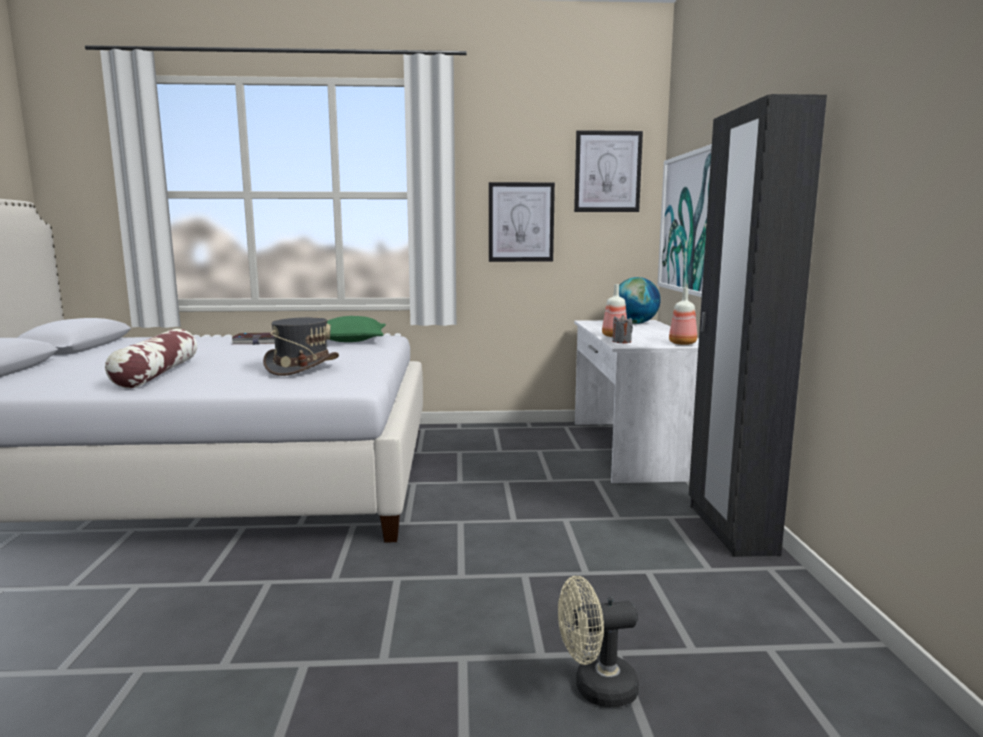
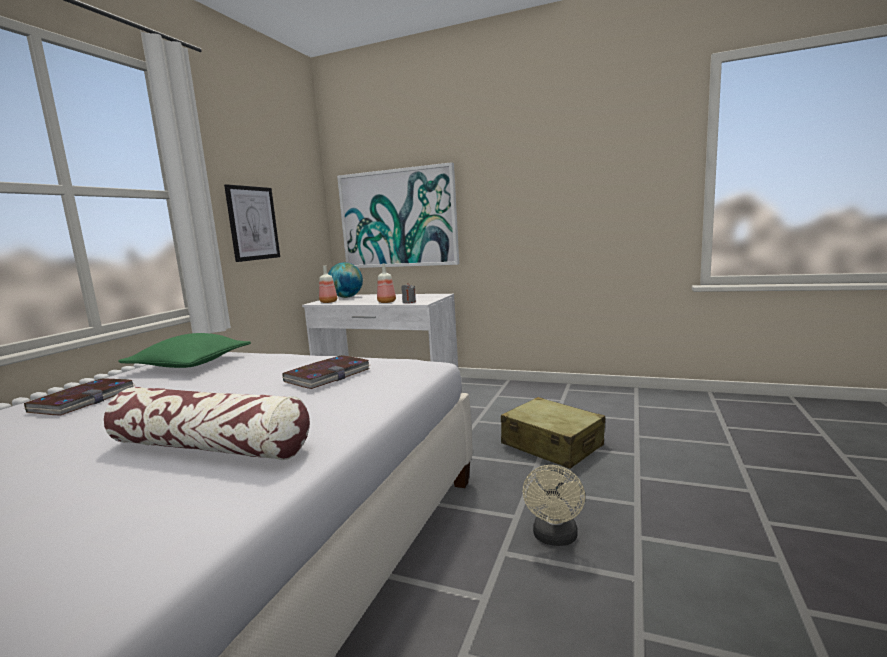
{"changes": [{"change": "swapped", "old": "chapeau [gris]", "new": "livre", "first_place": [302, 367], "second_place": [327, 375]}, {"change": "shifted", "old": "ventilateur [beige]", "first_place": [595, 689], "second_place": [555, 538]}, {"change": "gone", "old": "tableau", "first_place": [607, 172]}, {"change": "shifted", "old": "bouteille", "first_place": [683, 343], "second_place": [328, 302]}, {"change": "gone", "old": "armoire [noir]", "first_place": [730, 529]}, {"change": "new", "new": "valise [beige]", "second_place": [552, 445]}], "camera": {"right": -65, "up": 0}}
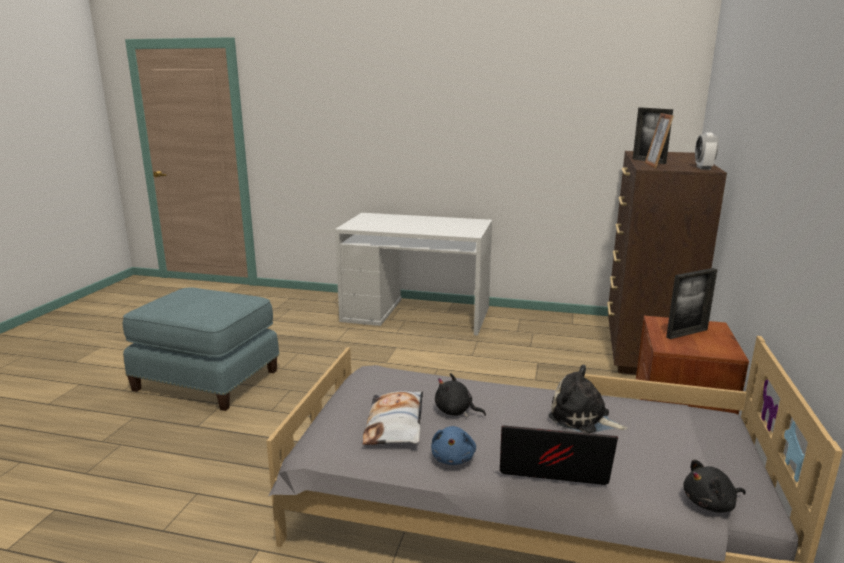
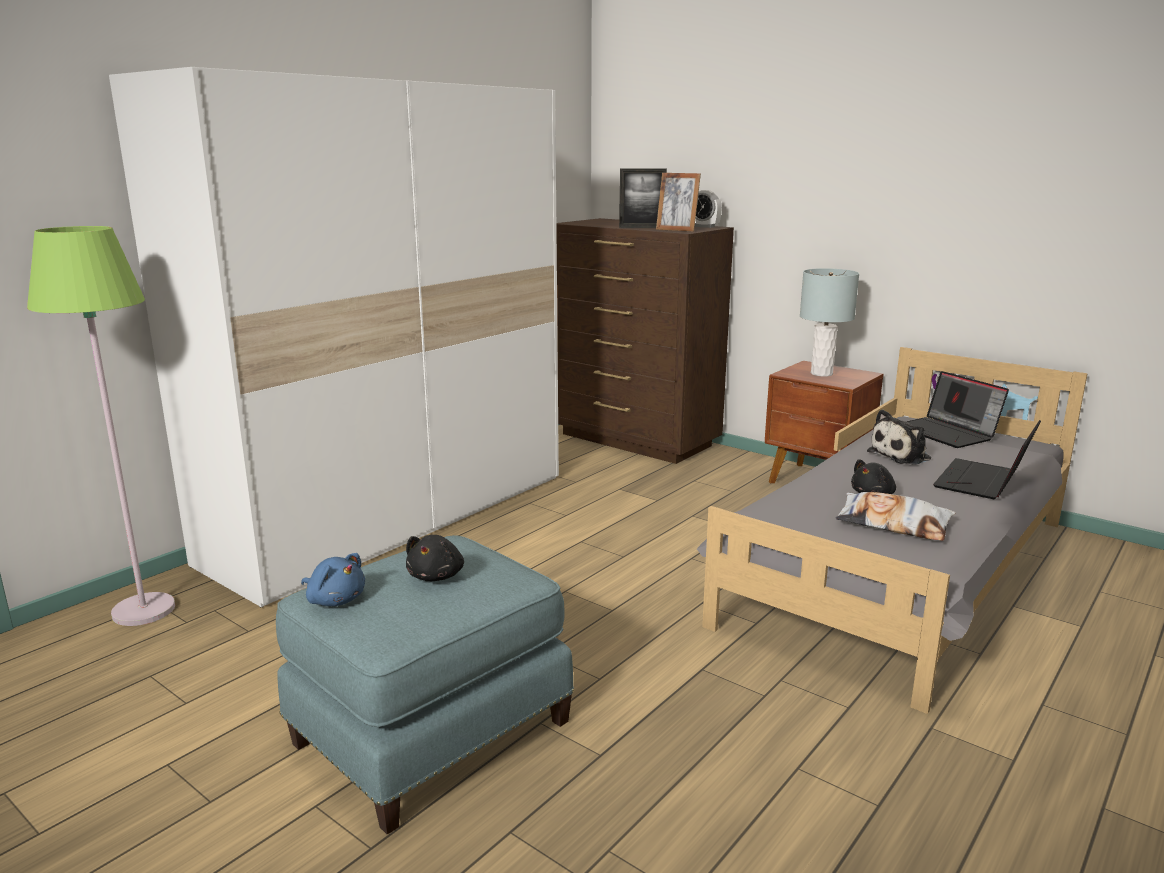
{"changes": [{"change": "swapped", "old": "bureau [blanc]", "new": "armoire [blanc]", "first_place": [416, 314], "second_place": [395, 517]}, {"change": "shifted", "old": "peluche [bleu]", "first_place": [453, 458], "second_place": [335, 600]}, {"change": "swapped", "old": "cadre photo", "new": "lampe de table [gris]", "first_place": [687, 333], "second_place": [821, 373]}, {"change": "shifted", "old": "peluche [noir]", "first_place": [710, 504], "second_place": [437, 576]}, {"change": "new", "new": "lampadaire [vert]", "second_place": [144, 610]}, {"change": "new", "new": "ordinateur portable", "second_place": [947, 433]}], "camera": {"right": -65, "up": 0}}
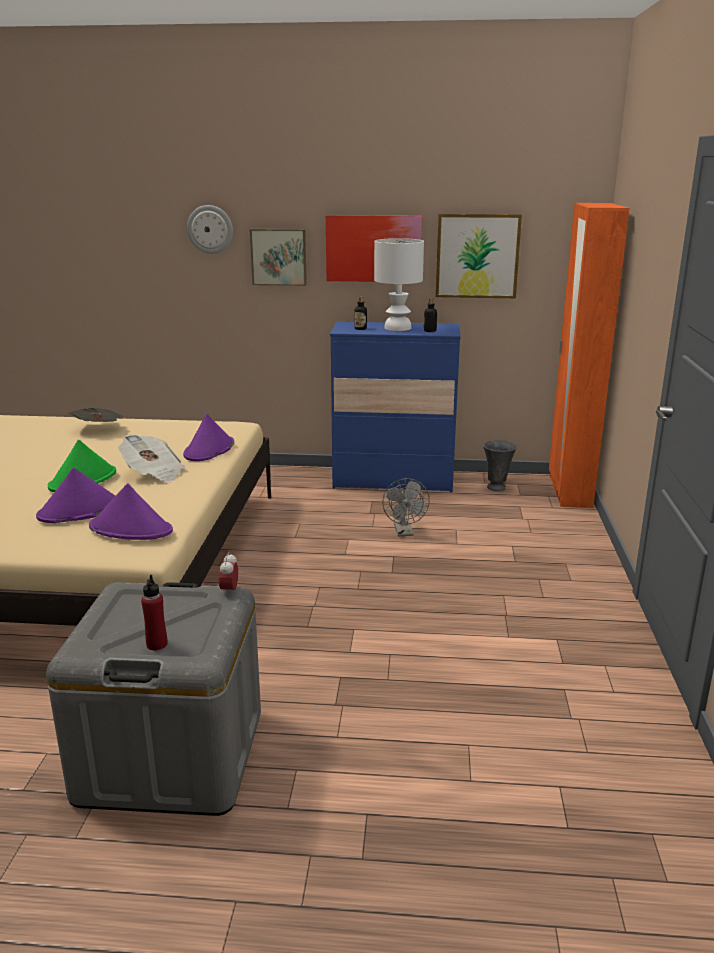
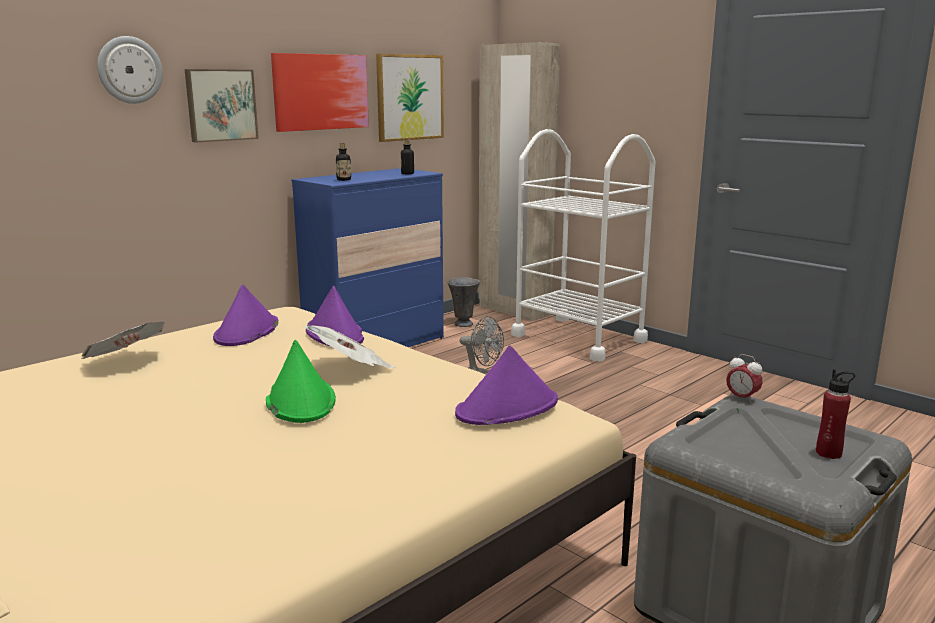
{"changes": [{"change": "shifted", "old": "chapeau [violet]", "first_place": [80, 511], "second_place": [246, 332]}, {"change": "gone", "old": "lampe de table [blanc]", "first_place": [397, 328]}, {"change": "repainted", "old": "armoire [orange]", "new": "armoire [beige]", "first_place": [569, 491], "second_place": [513, 311]}, {"change": "new", "new": "chariot [blanc]", "second_place": [578, 338]}], "camera": {"right": -50, "up": -5}}
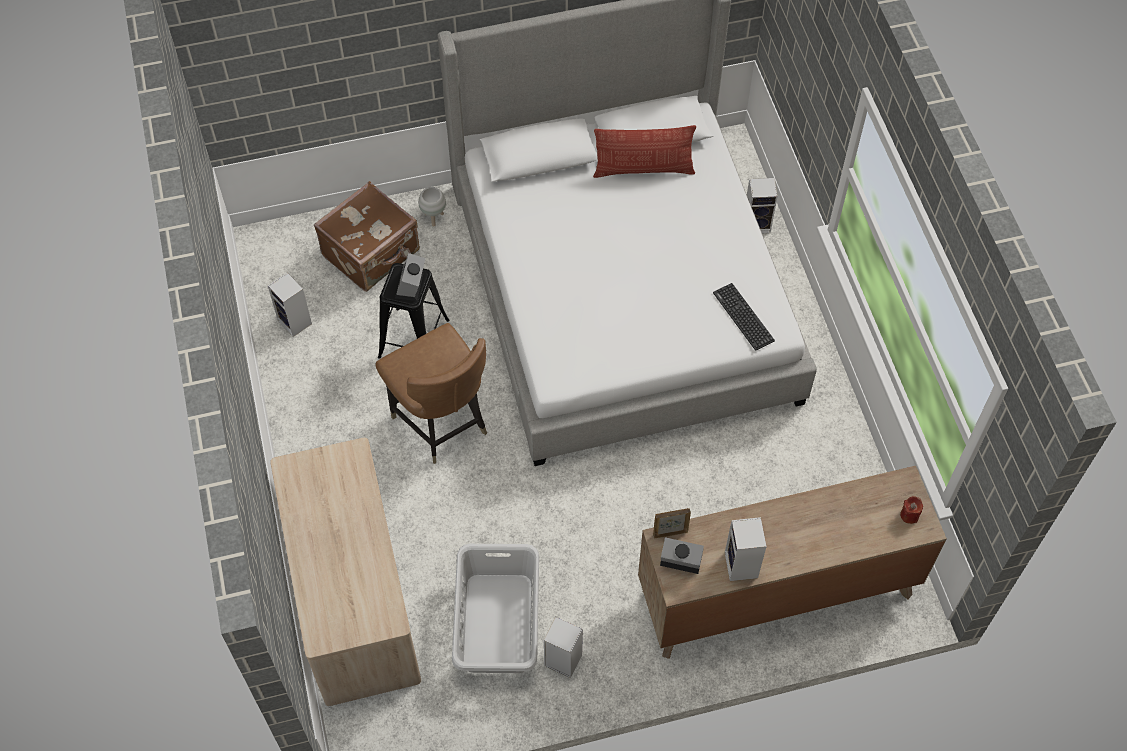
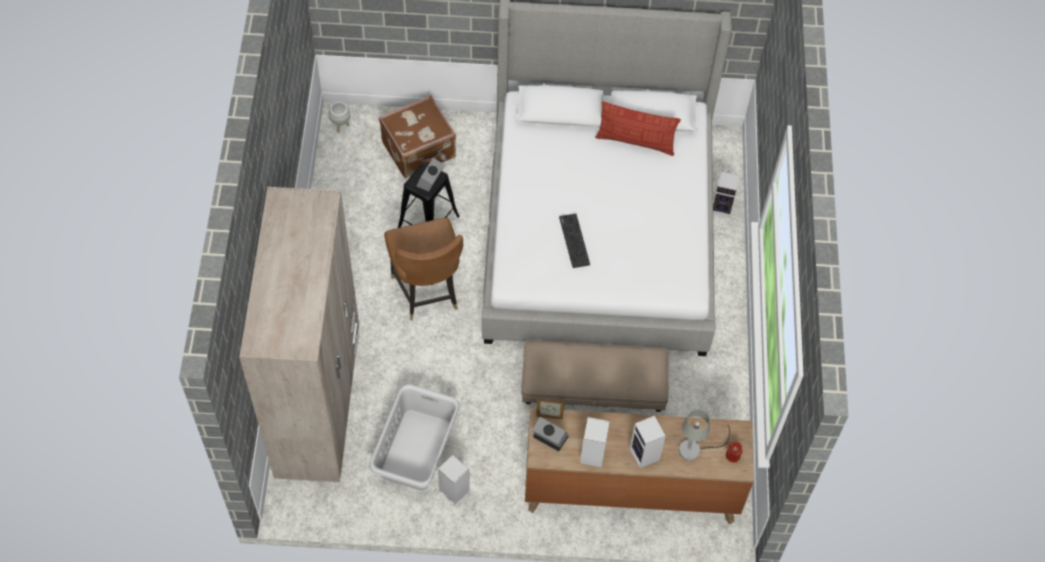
{"changes": [{"change": "shifted", "old": "enceinte", "first_place": [296, 322], "second_place": [645, 455]}, {"change": "swapped", "old": "bureau [beige]", "new": "armoire [beige]", "first_place": [353, 598], "second_place": [318, 400]}, {"change": "shifted", "old": "cache-pot [blanc]", "first_place": [434, 217], "second_place": [341, 126]}, {"change": "shifted", "old": "clavier", "first_place": [743, 317], "second_place": [574, 241]}, {"change": "new", "new": "pouf [beige]", "second_place": [593, 385]}, {"change": "new", "new": "lampe de table [gris]", "second_place": [695, 448]}], "camera": {"right": 15, "up": 0}}
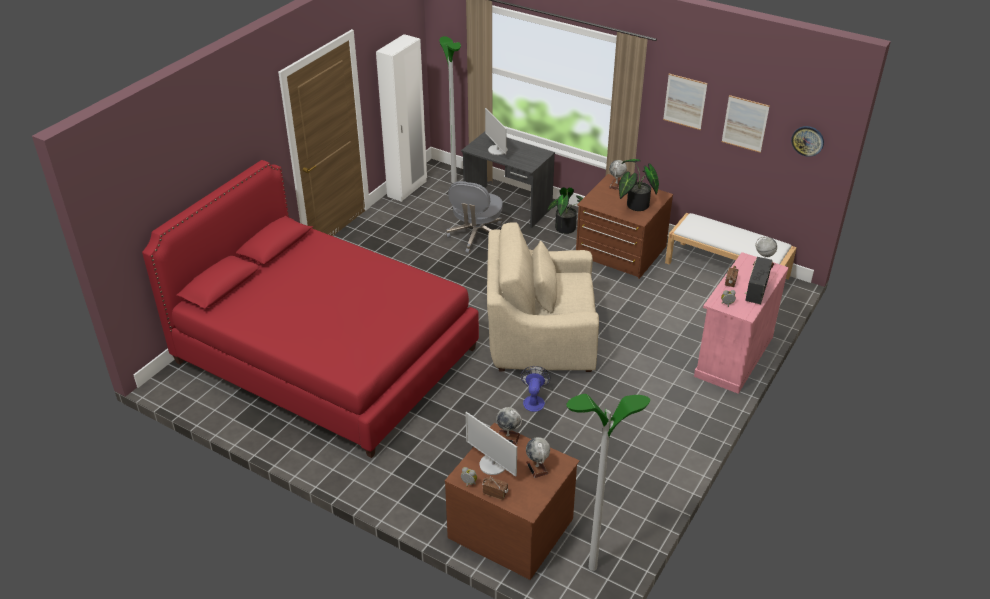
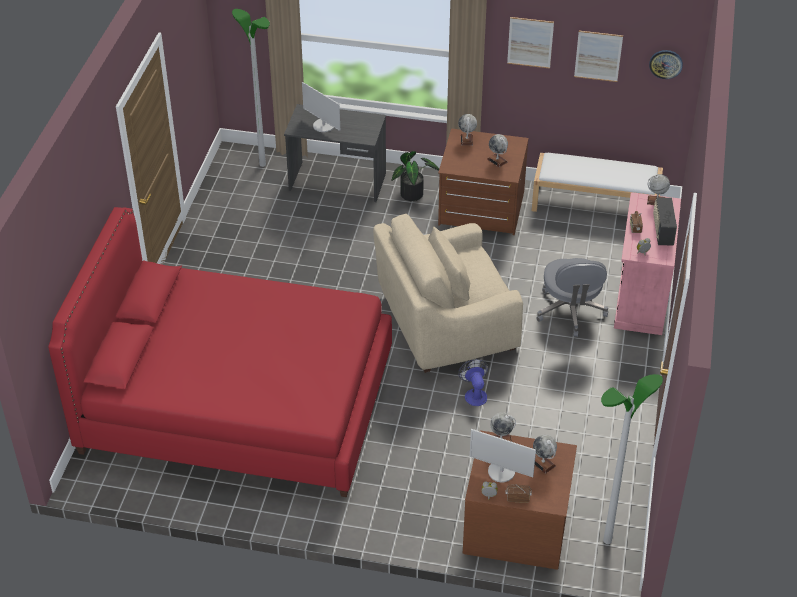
{"changes": [{"change": "gone", "old": "armoire [blanc]", "first_place": [407, 189]}, {"change": "shifted", "old": "chaise de bureau [gris]", "first_place": [476, 236], "second_place": [570, 311]}, {"change": "swapped", "old": "plante en pot", "new": "globe", "first_place": [635, 205], "second_place": [497, 160]}], "camera": {"right": -20, "up": 5}}
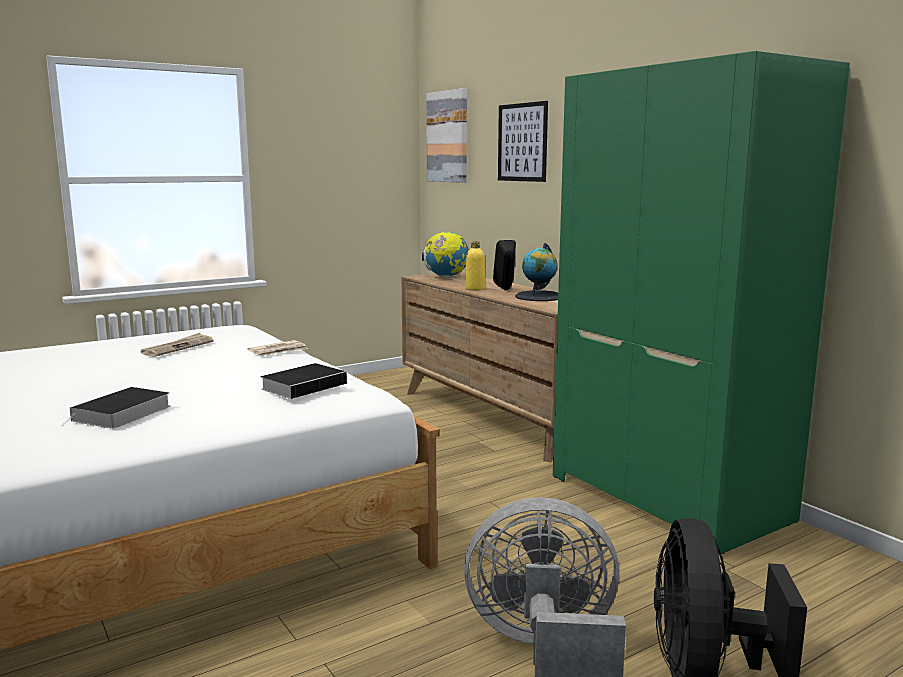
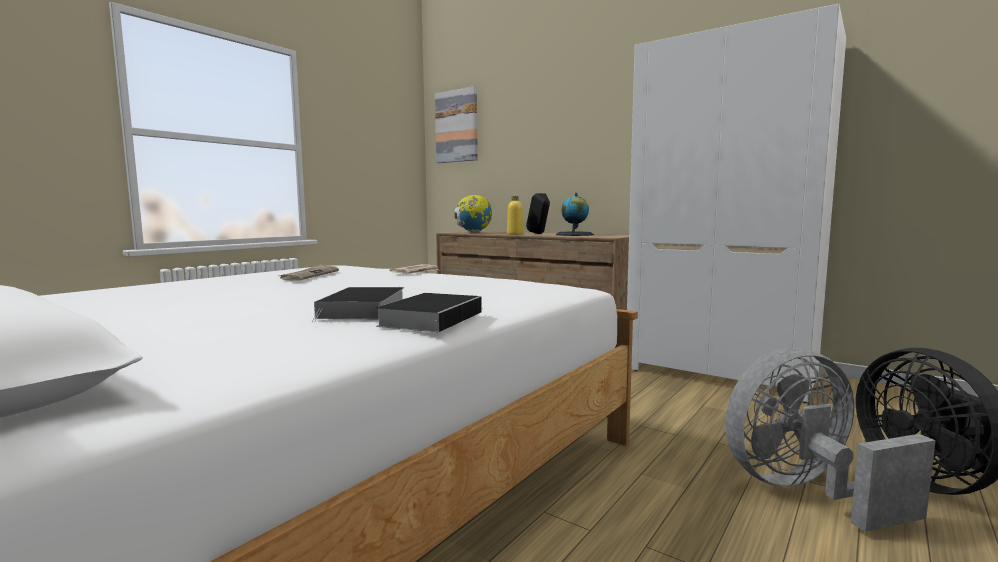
{"changes": [{"change": "shifted", "old": "livre", "first_place": [305, 385], "second_place": [432, 318]}, {"change": "gone", "old": "tableau", "first_place": [522, 142]}, {"change": "repainted", "old": "armoire [vert]", "new": "armoire [blanc]", "first_place": [670, 498], "second_place": [722, 371]}], "camera": {"right": -20, "up": -5}}
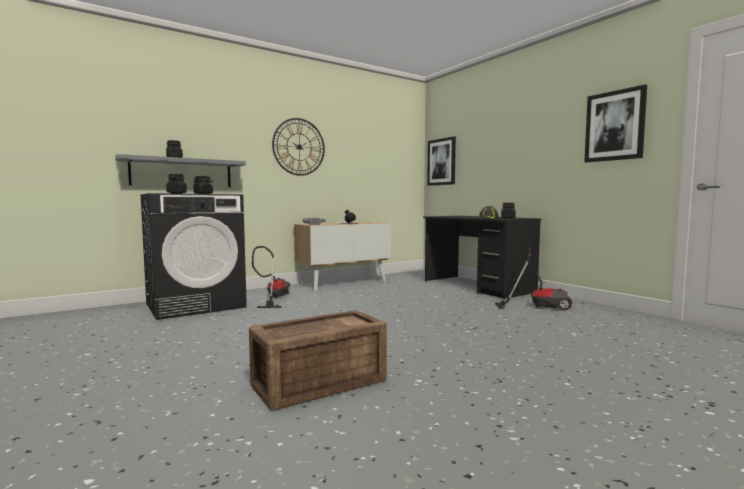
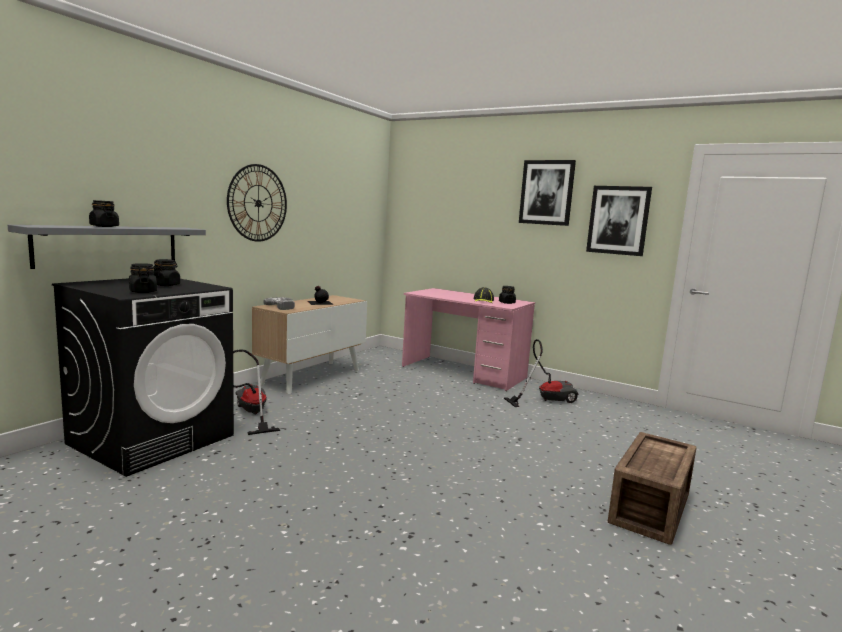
{"changes": [{"change": "shifted", "old": "caisse", "first_place": [317, 383], "second_place": [647, 508]}, {"change": "repainted", "old": "bureau [noir]", "new": "bureau [rose]", "first_place": [477, 286], "second_place": [463, 372]}, {"change": "shifted", "old": "tableau", "first_place": [441, 162], "second_place": [546, 192]}], "camera": {"right": -25, "up": 5}}
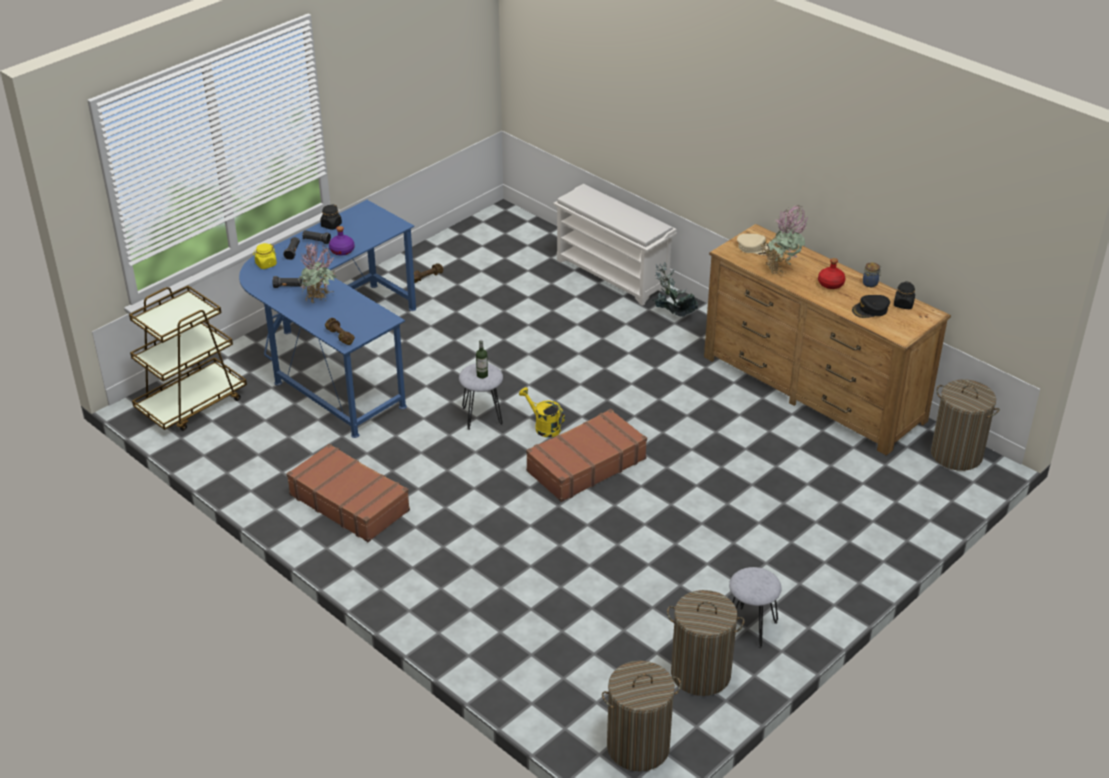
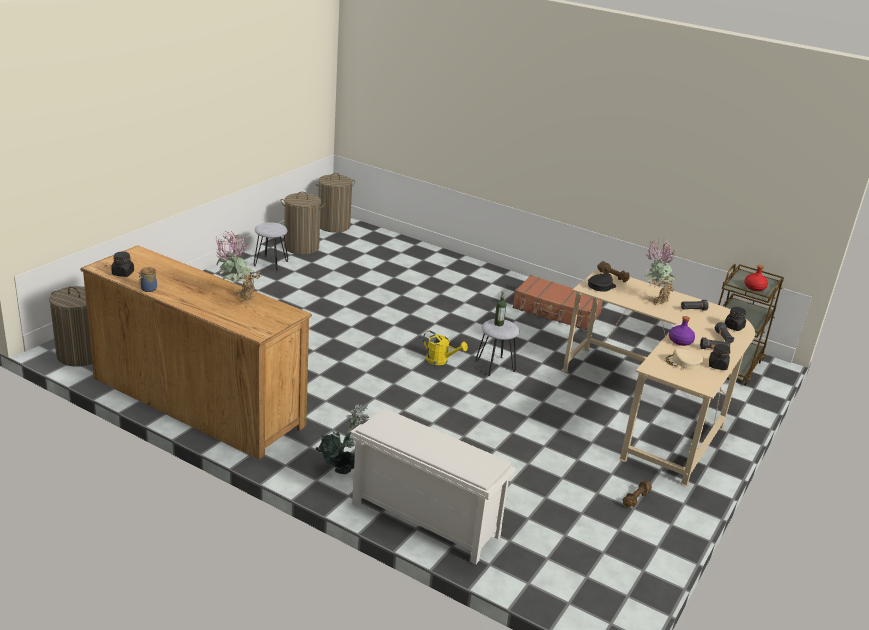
{"changes": [{"change": "repainted", "old": "bureau [bleu]", "new": "bureau [beige]", "first_place": [336, 356], "second_place": [654, 407]}, {"change": "repainted", "old": "bocal [jaune]", "new": "bocal [noir]", "first_place": [266, 264], "second_place": [734, 327]}, {"change": "gone", "old": "valise [marron]", "first_place": [585, 465]}, {"change": "shifted", "old": "casquette [beige]", "first_place": [754, 247], "second_place": [682, 363]}, {"change": "shifted", "old": "bouteille [rouge]", "first_place": [830, 283], "second_place": [754, 288]}, {"change": "shifted", "old": "casquette [noir]", "first_place": [870, 310], "second_place": [601, 286]}], "camera": {"right": 165, "up": -10}}
